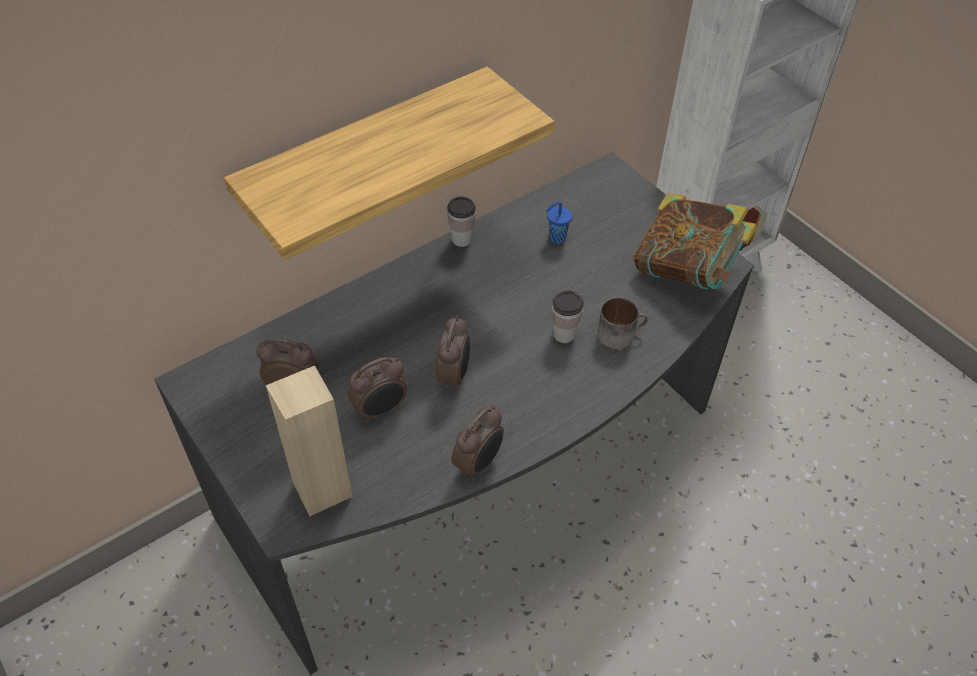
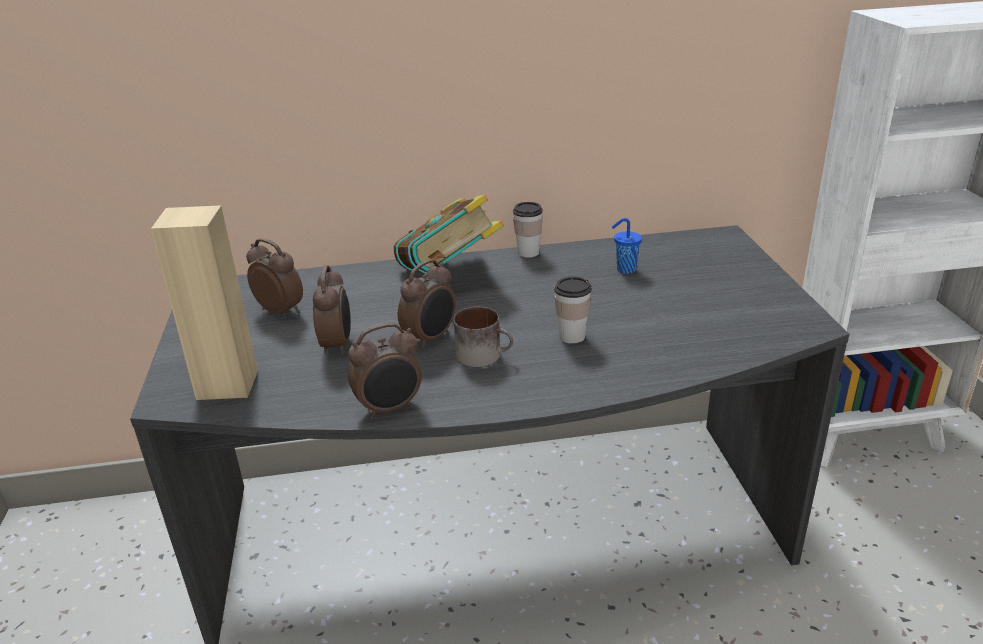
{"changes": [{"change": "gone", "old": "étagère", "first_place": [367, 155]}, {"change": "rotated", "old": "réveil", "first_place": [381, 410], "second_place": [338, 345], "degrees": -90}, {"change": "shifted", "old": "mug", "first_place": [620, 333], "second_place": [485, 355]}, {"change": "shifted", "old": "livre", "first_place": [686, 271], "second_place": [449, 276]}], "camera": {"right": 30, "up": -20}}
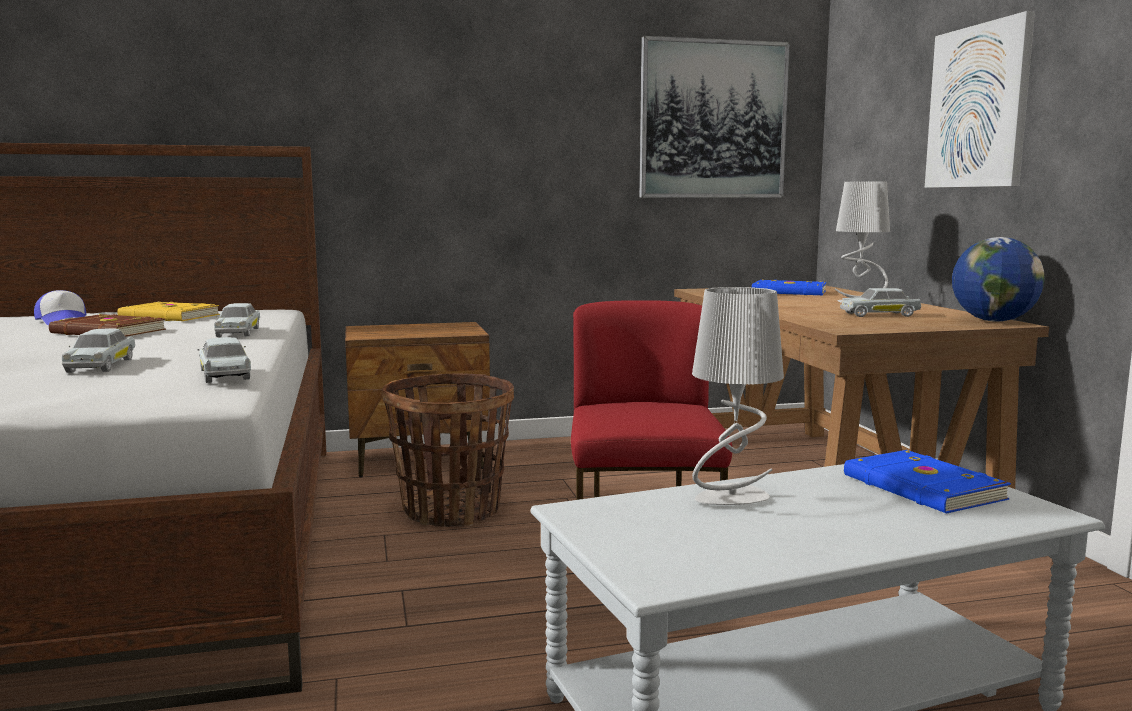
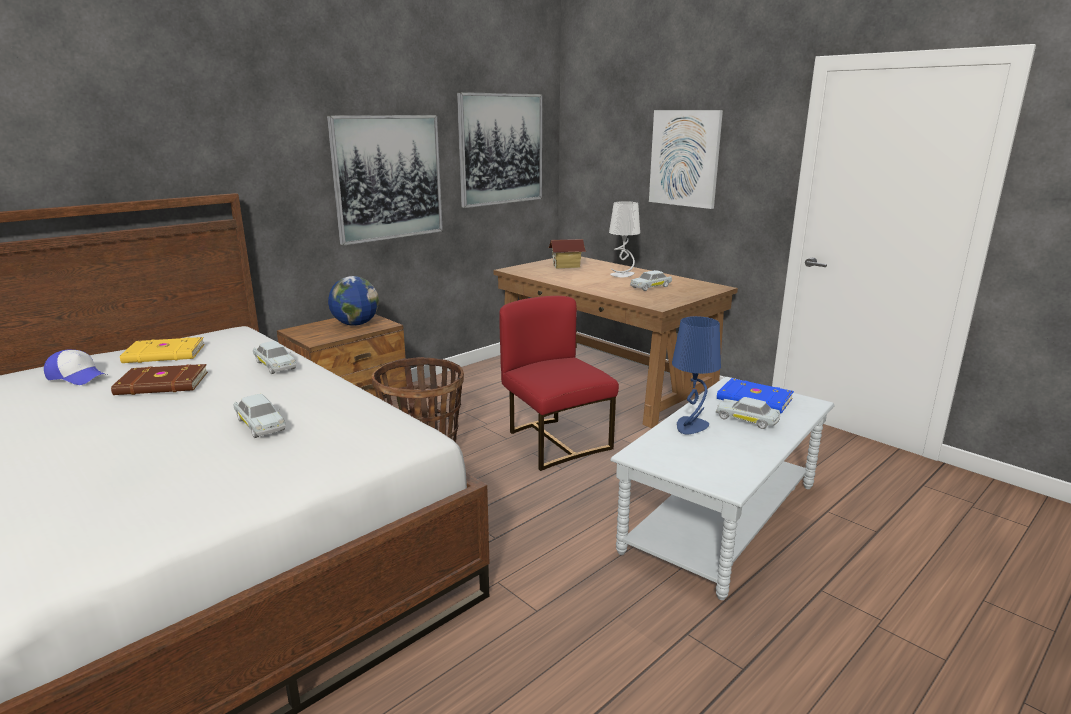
{"changes": [{"change": "shifted", "old": "petite voiture [blanc]", "first_place": [225, 375], "second_place": [747, 420]}, {"change": "repainted", "old": "lampe de table [gris]", "new": "lampe de table [bleu]", "first_place": [731, 498], "second_place": [691, 427]}, {"change": "swapped", "old": "livre [bleu]", "new": "maison miniature", "first_place": [789, 292], "second_place": [566, 266]}, {"change": "shifted", "old": "globe", "first_place": [993, 321], "second_place": [355, 324]}, {"change": "new", "new": "tableau", "second_place": [388, 178]}], "camera": {"right": -30, "up": 10}}
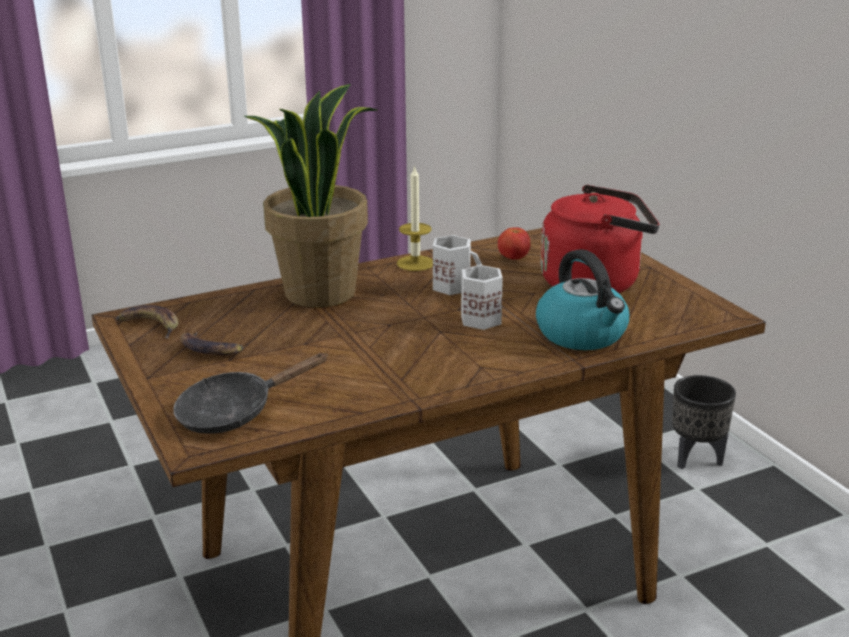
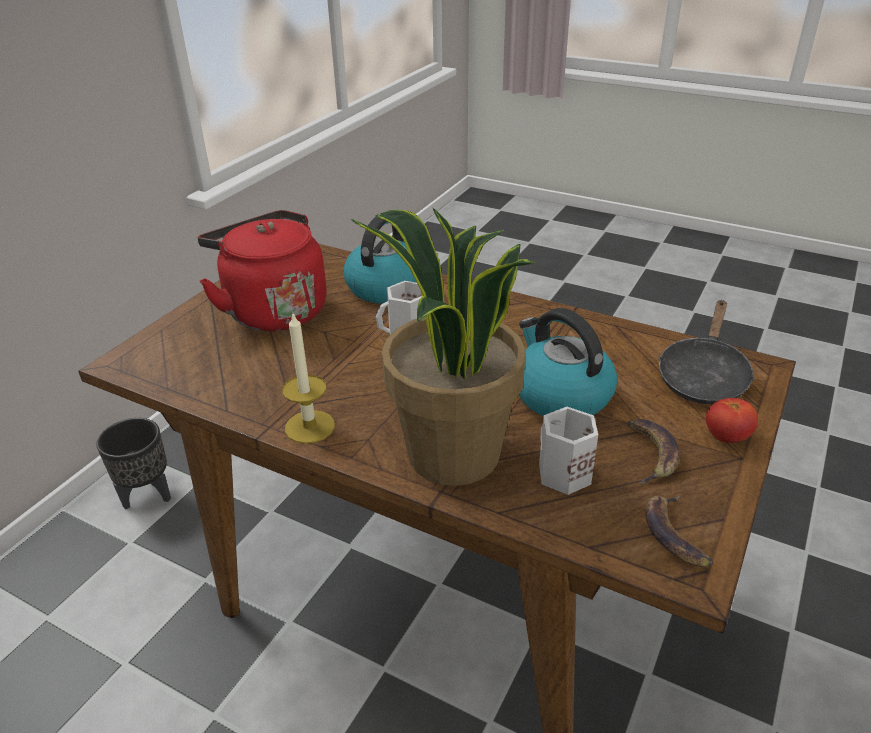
{"changes": [{"change": "rotated", "old": "poêle [noir]", "first_place": [234, 412], "second_place": [703, 376], "degrees": 90}, {"change": "shifted", "old": "mug [blanc]", "first_place": [453, 286], "second_place": [561, 473]}, {"change": "shifted", "old": "tomate", "first_place": [513, 258], "second_place": [726, 437]}, {"change": "new", "new": "bouilloire", "second_place": [560, 395]}], "camera": {"right": -125, "up": 10}}
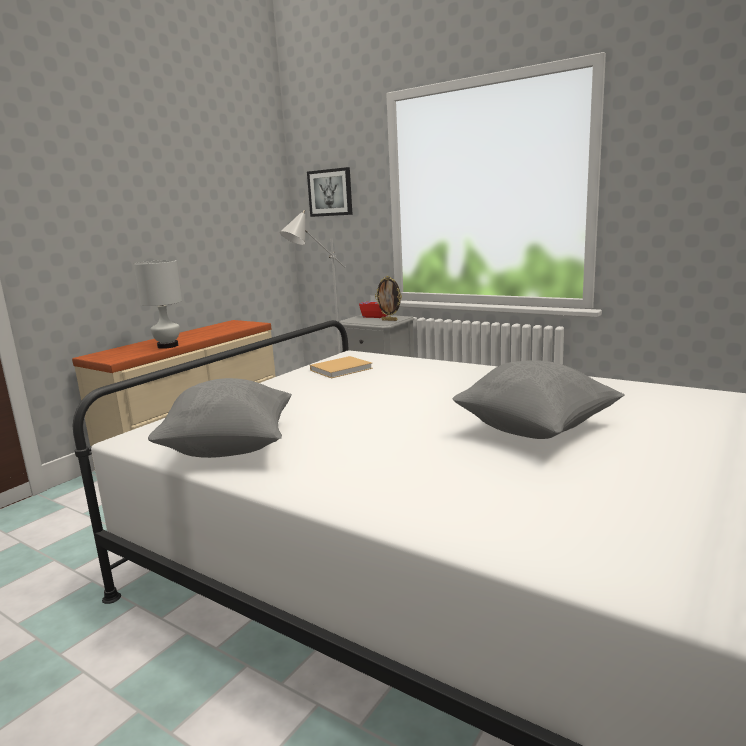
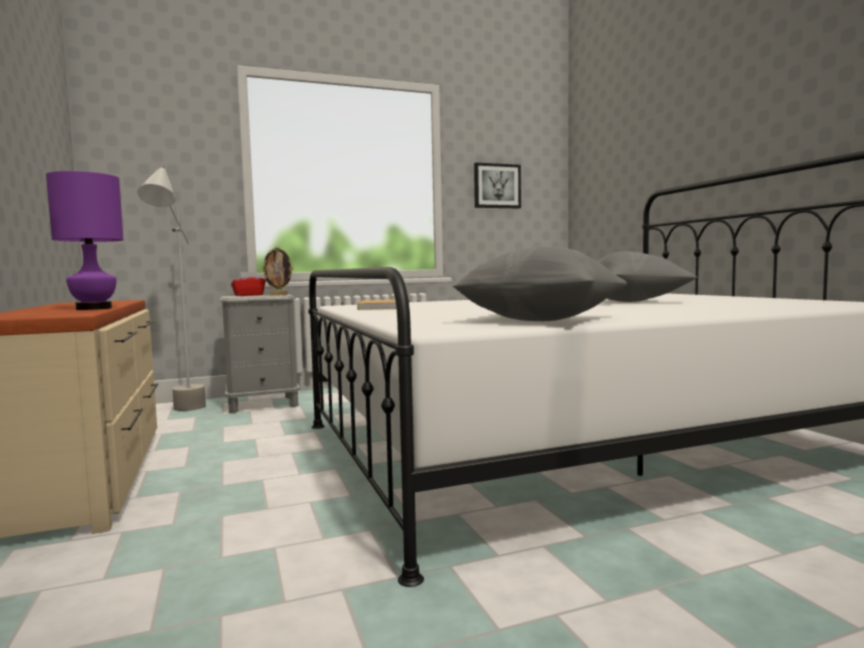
{"changes": [{"change": "repainted", "old": "lampe de table [blanc]", "new": "lampe de table [violet]", "first_place": [168, 346], "second_place": [93, 308]}, {"change": "shifted", "old": "tableau", "first_place": [330, 192], "second_place": [497, 186]}], "camera": {"right": -55, "up": -10}}
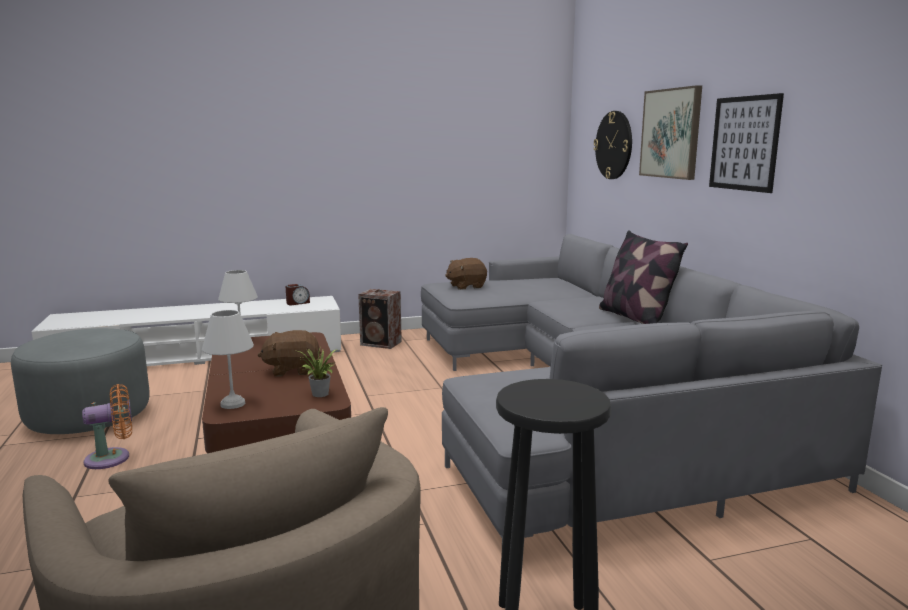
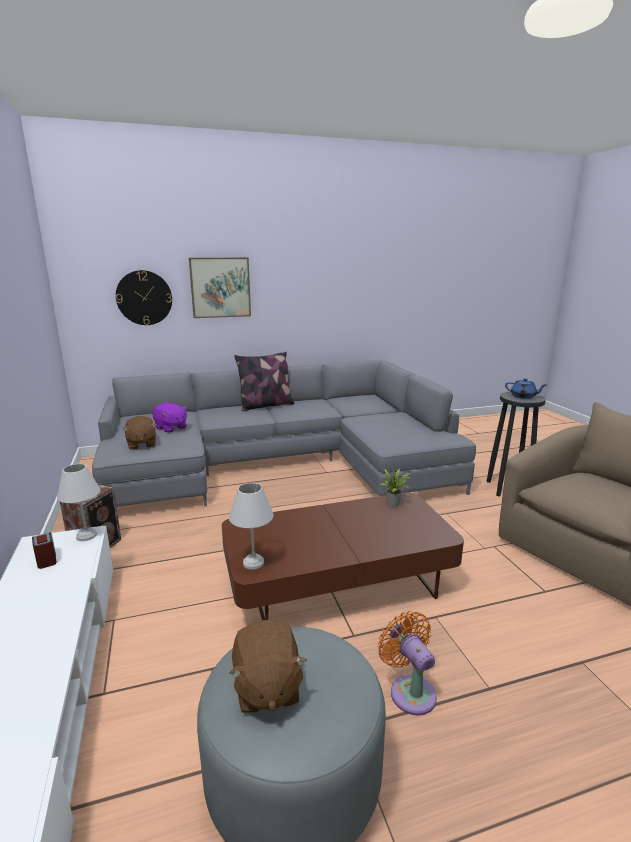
{"changes": [{"change": "shifted", "old": "lampe de table [blanc]", "first_place": [234, 404], "second_place": [86, 535]}, {"change": "shifted", "old": "peluche [marron]", "first_place": [292, 370], "second_place": [266, 687]}, {"change": "gone", "old": "tableau", "first_place": [744, 143]}, {"change": "new", "new": "peluche [violet]", "second_place": [171, 428]}, {"change": "new", "new": "théière [bleu]", "second_place": [523, 396]}], "camera": {"right": -90, "up": 5}}
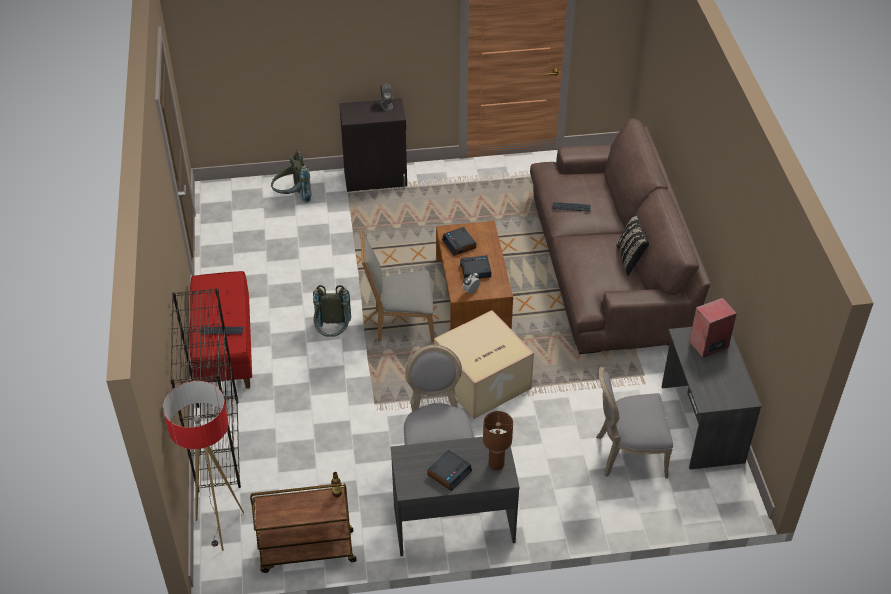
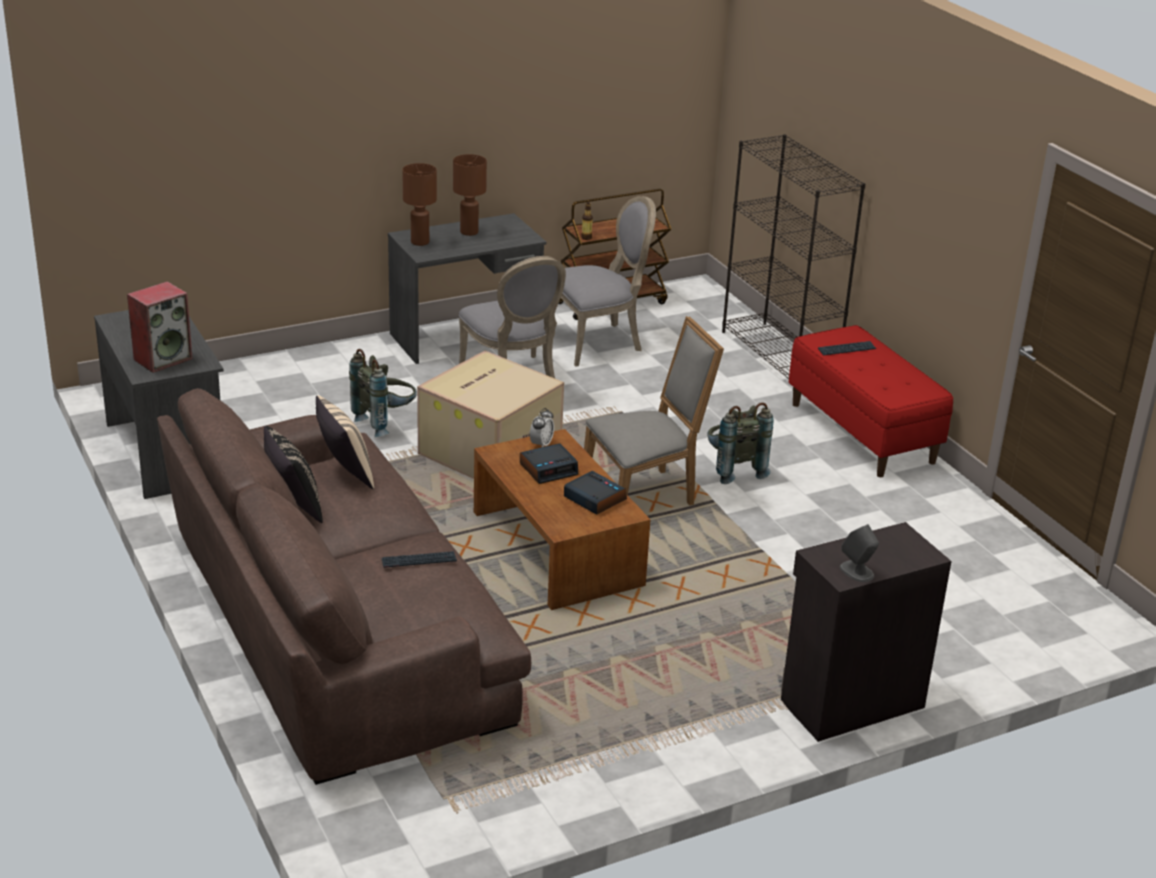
{"changes": [{"change": "gone", "old": "lampadaire", "first_place": [220, 528]}, {"change": "shifted", "old": "sac à dos [gris]", "first_place": [292, 197], "second_place": [385, 423]}, {"change": "swapped", "old": "réveil", "new": "lampe de table [marron]", "first_place": [449, 473], "second_place": [469, 232]}, {"change": "shifted", "old": "chaise [gris]", "first_place": [627, 454], "second_place": [598, 342]}, {"change": "new", "new": "coussin [beige]", "second_place": [344, 474]}], "camera": {"right": 160, "up": -15}}
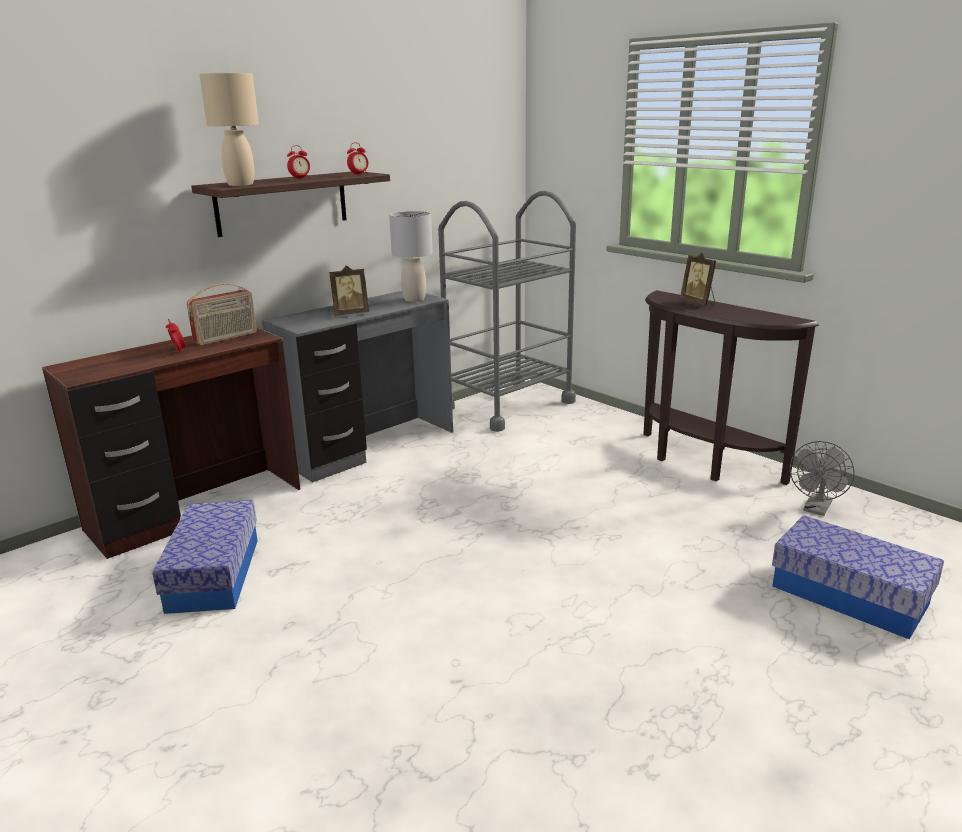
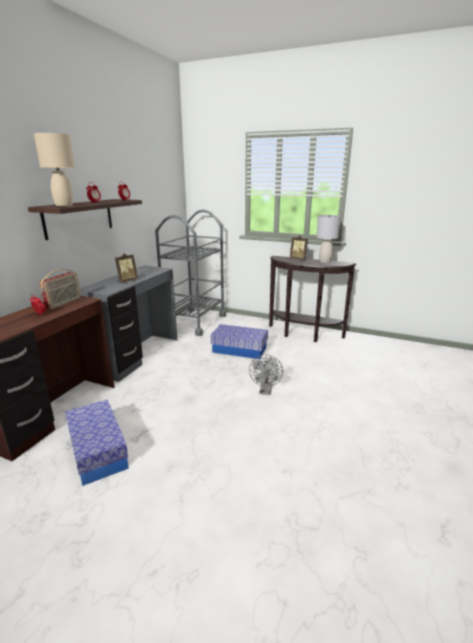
{"changes": [{"change": "shifted", "old": "lampe de table [gris]", "first_place": [414, 299], "second_place": [324, 261]}, {"change": "shifted", "old": "boîte de rangement", "first_place": [849, 595], "second_place": [239, 349]}, {"change": "shifted", "old": "ventilateur [gris]", "first_place": [816, 509], "second_place": [265, 391]}], "camera": {"right": -25, "up": 0}}
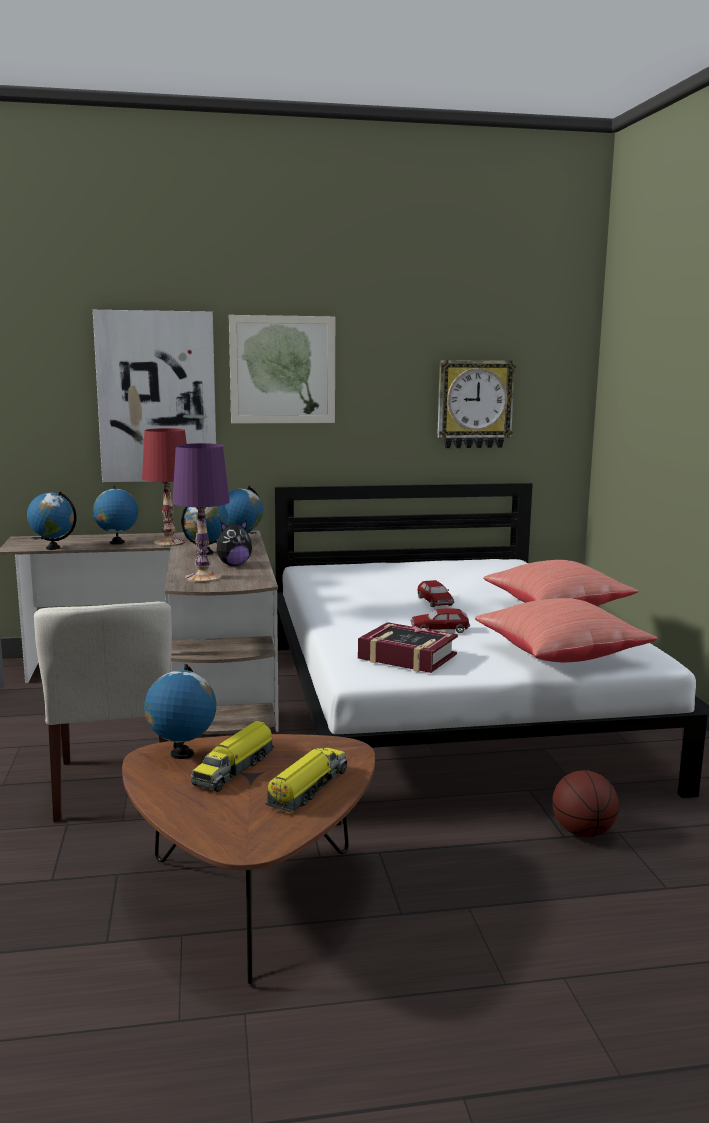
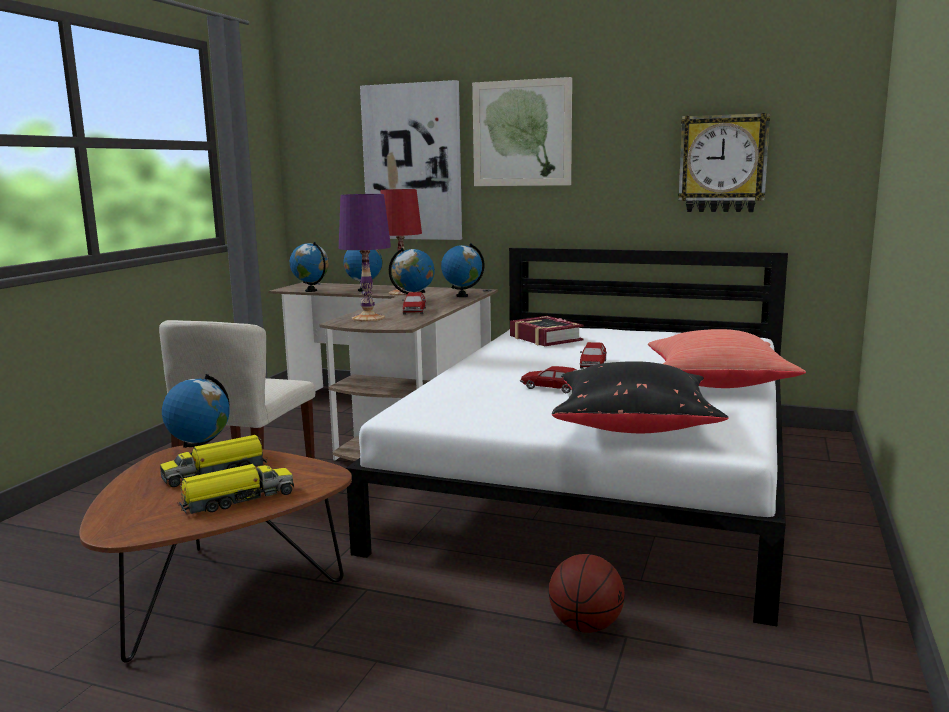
{"changes": [{"change": "swapped", "old": "peluche", "new": "petite voiture", "first_place": [233, 565], "second_place": [414, 311]}, {"change": "shifted", "old": "livre", "first_place": [407, 657], "second_place": [545, 338]}, {"change": "repainted", "old": "coussin [rouge]", "new": "coussin [noir]", "first_place": [559, 655], "second_place": [633, 425]}], "camera": {"right": 30, "up": 0}}
